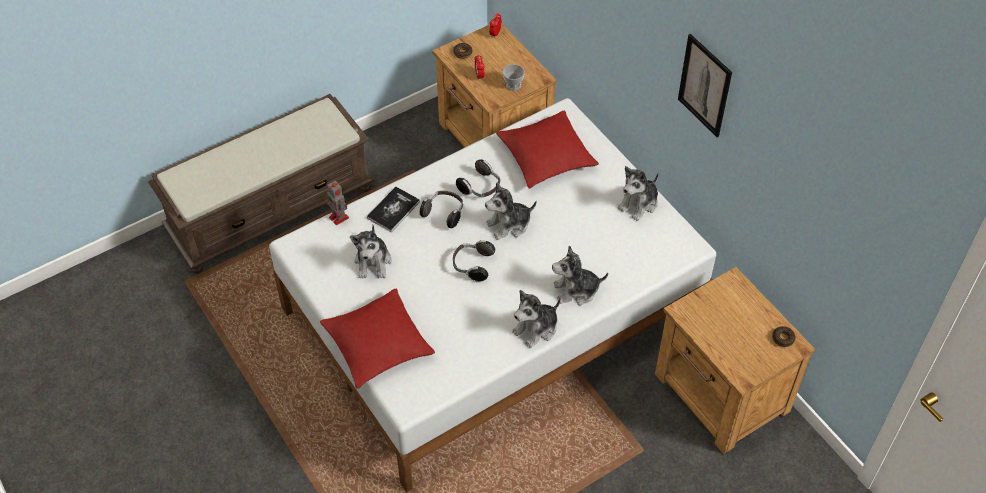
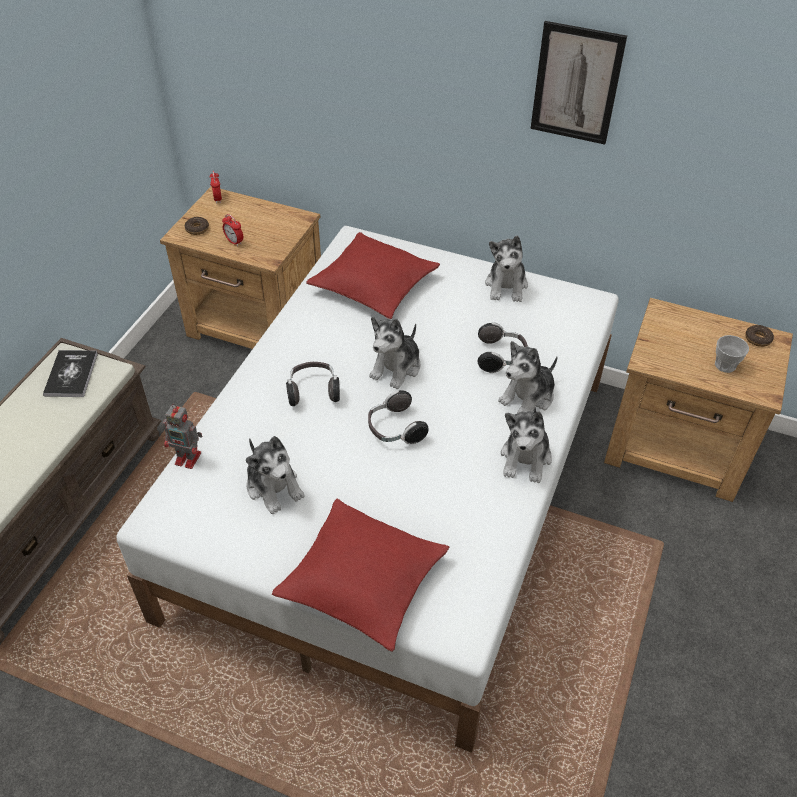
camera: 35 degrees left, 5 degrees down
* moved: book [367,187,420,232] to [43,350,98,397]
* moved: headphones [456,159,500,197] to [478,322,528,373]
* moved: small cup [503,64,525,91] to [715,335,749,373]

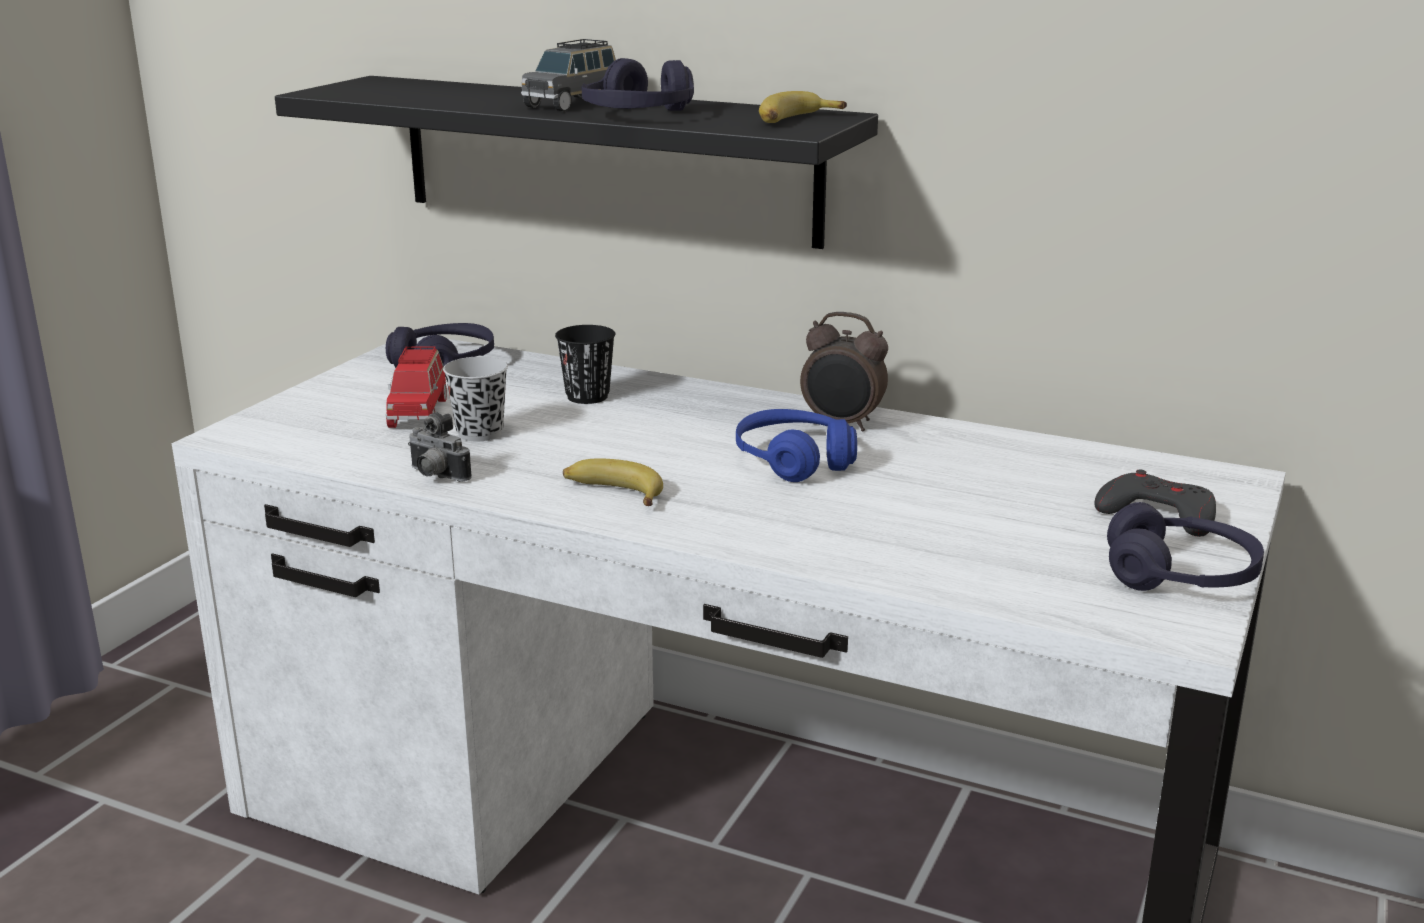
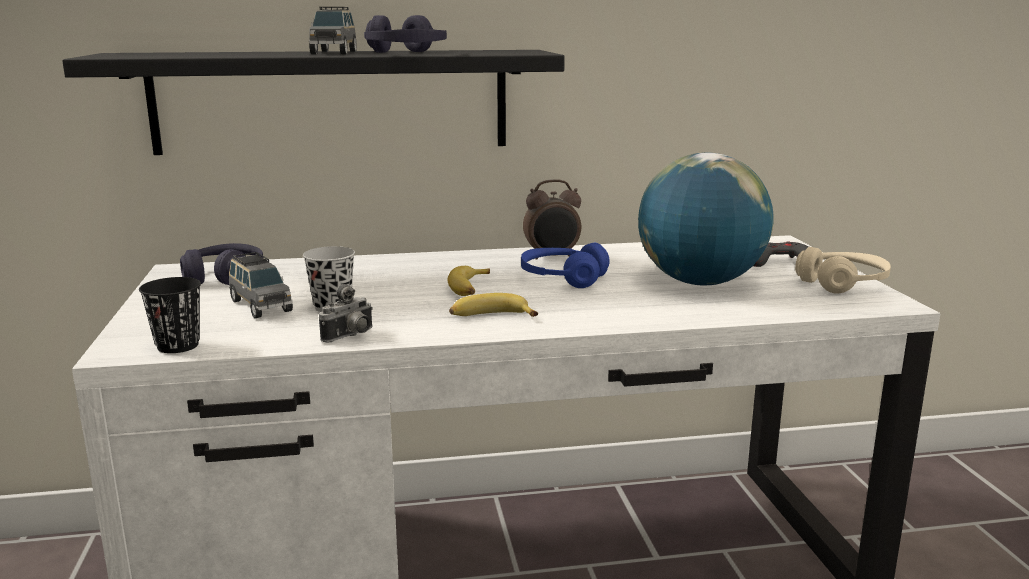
camera: 35 degrees left, 5 degrees down
* added: world globe [638,153,774,285]
* moved: black small cup [555,325,615,404] to [139,277,201,353]
* moved: banana [759,91,847,123] to [447,266,490,296]
* recoloured: reddish toy car [386,347,447,428] to gray toy car [229,252,293,318]
* recoloured: purple headphones [1107,502,1264,591] to beige-coloured headphones [795,247,891,294]
* turned: photo camera [408,412,472,482] = [319,284,373,342] 45 degrees counterclockwise

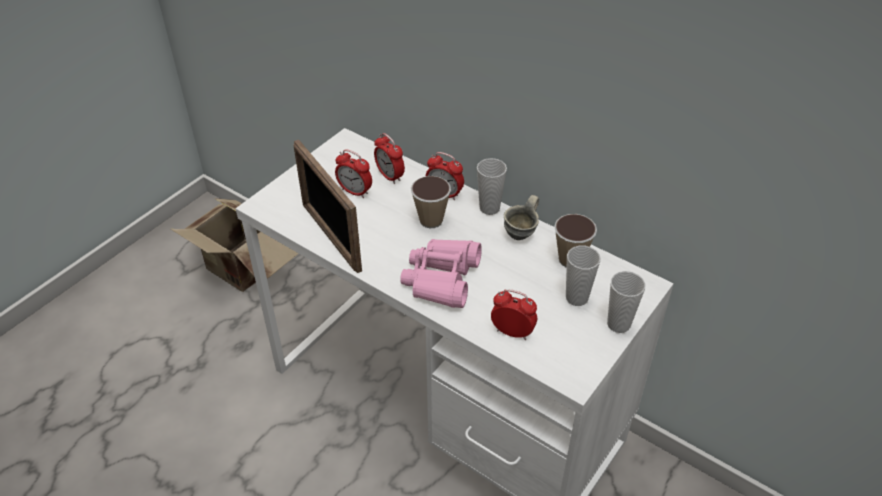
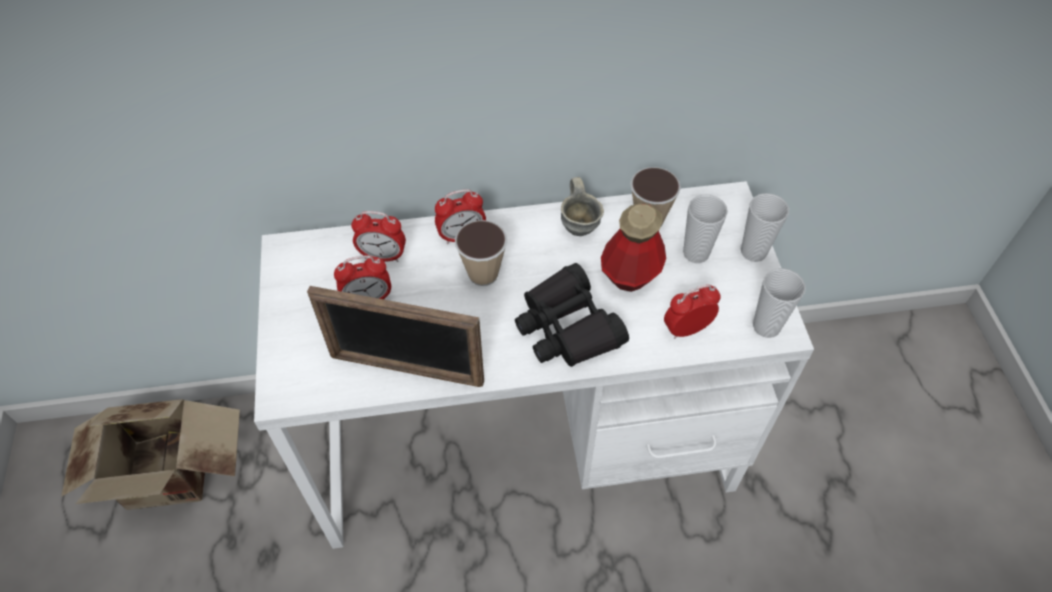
camera: 45 degrees left, 10 degrees up
* added: bottle [601,203,666,292]
* moved: small cup [477,158,507,215] to [753,268,806,338]
* recoloured: pink binoculars [400,239,482,308] to black binoculars [515,263,629,367]

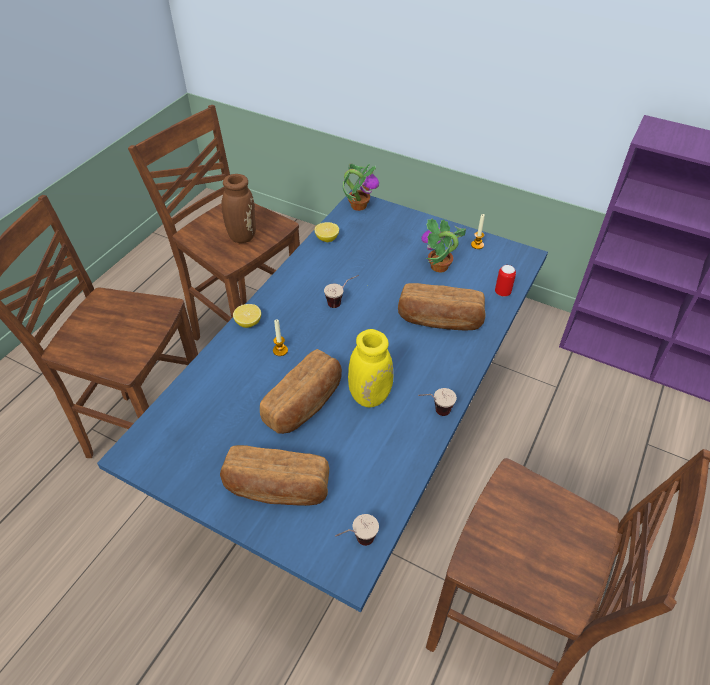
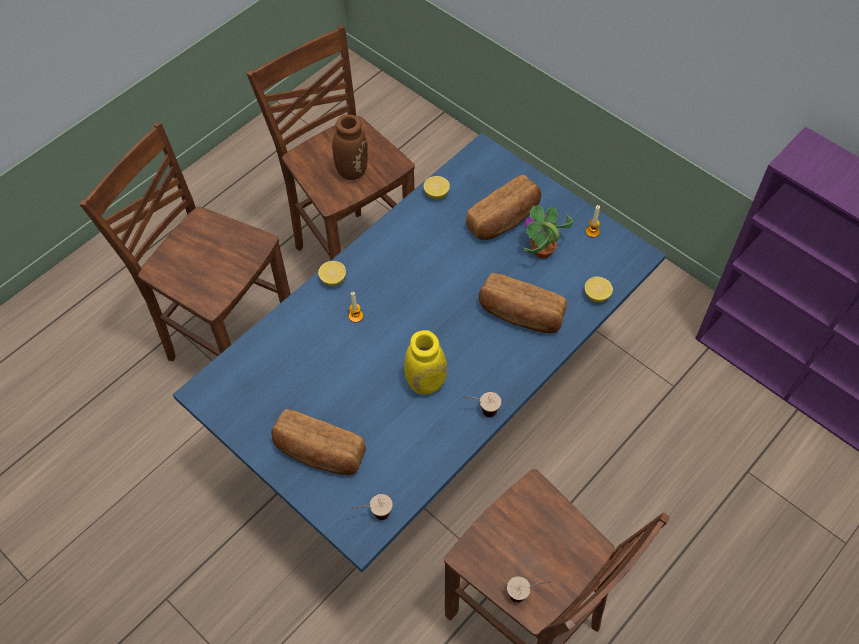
camera: 15 degrees right, 10 degrees up
* removed: houseplant [343,163,379,211]
* moved: baked bread [260,349,342,434] to [466,175,541,240]
* moved: small cup [324,275,359,308] to [507,576,552,603]
* replaced: sealed can [495,265,516,297] to lemon [584,277,613,302]

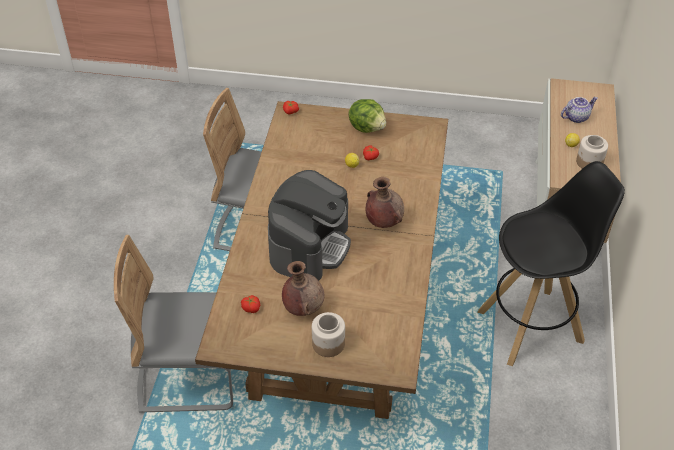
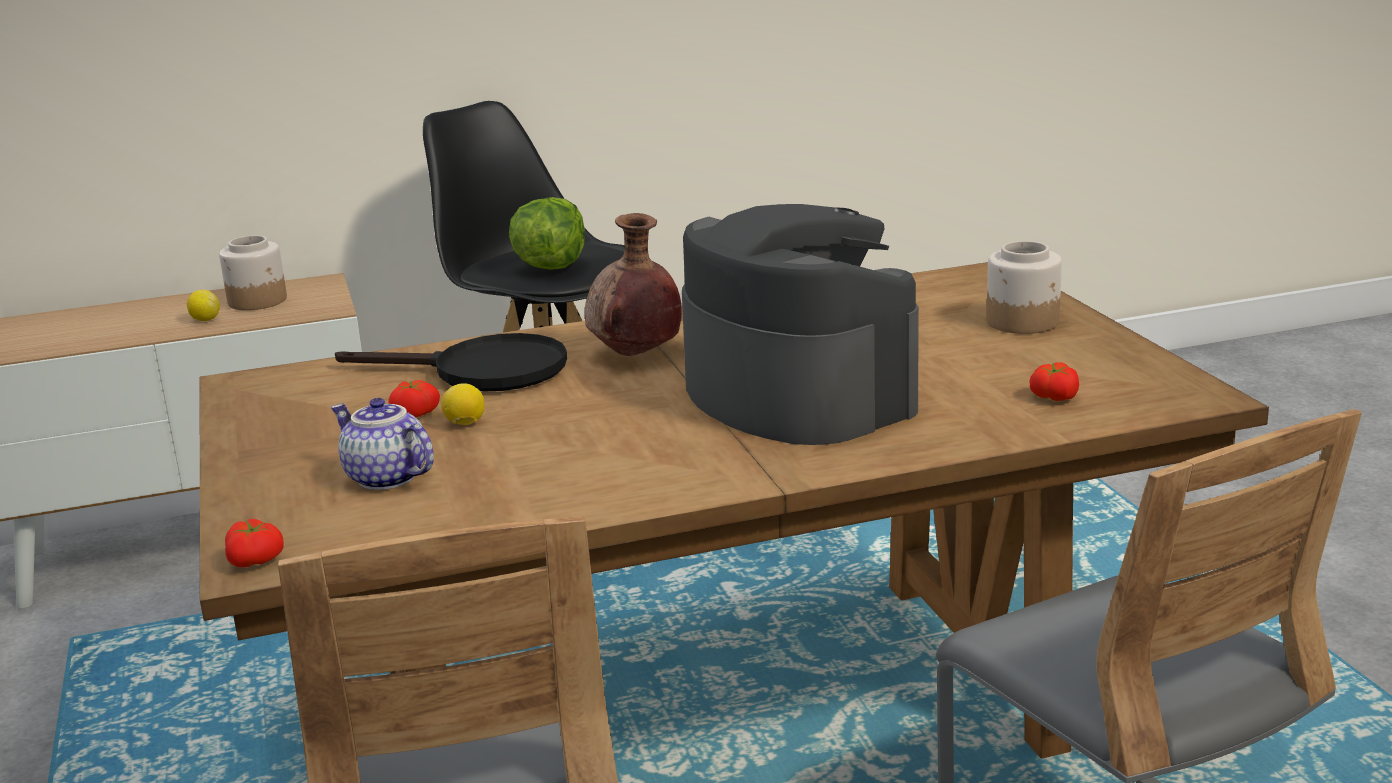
camera: 115 degrees left, 25 degrees down
* removed: brown-coloured decorative vase [282,261,324,316]
* added: black frying pan [335,333,567,391]
* moved: lettuce head [348,99,386,133] to [509,197,585,270]
* moved: tea pot [561,97,598,123] to [331,398,434,490]
* turned: coffee brewer [268,170,351,281] = [682,204,919,445] 60 degrees clockwise

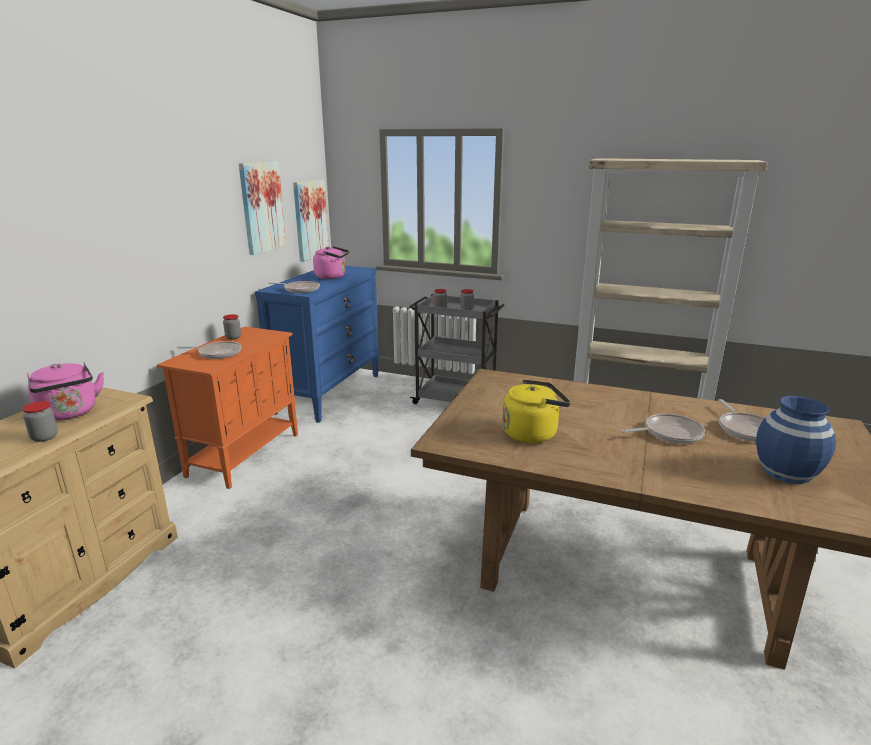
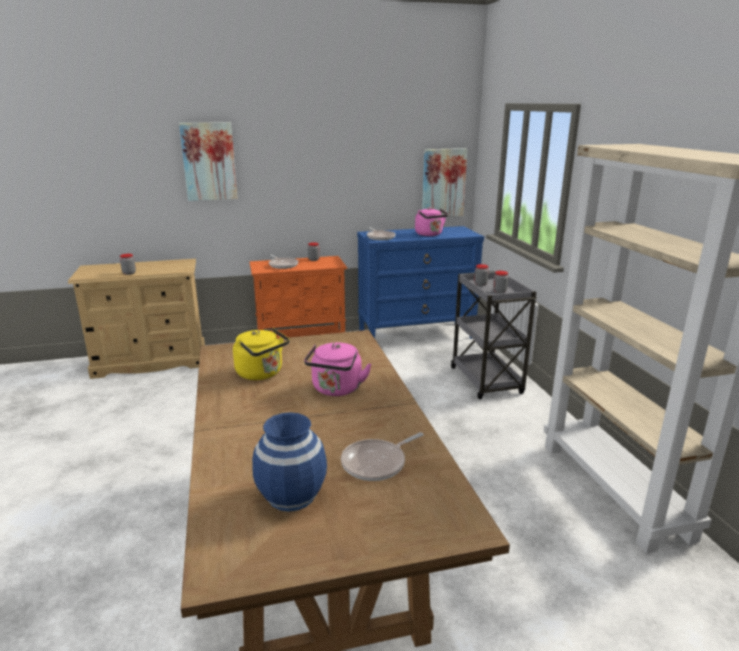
camera: 55 degrees right, 0 degrees up
* removed: frying pan [621,413,705,444]
* moved: pink water kettle [27,362,104,421] to [304,342,371,396]
* moved: wall art [239,161,286,255] to [179,122,238,201]

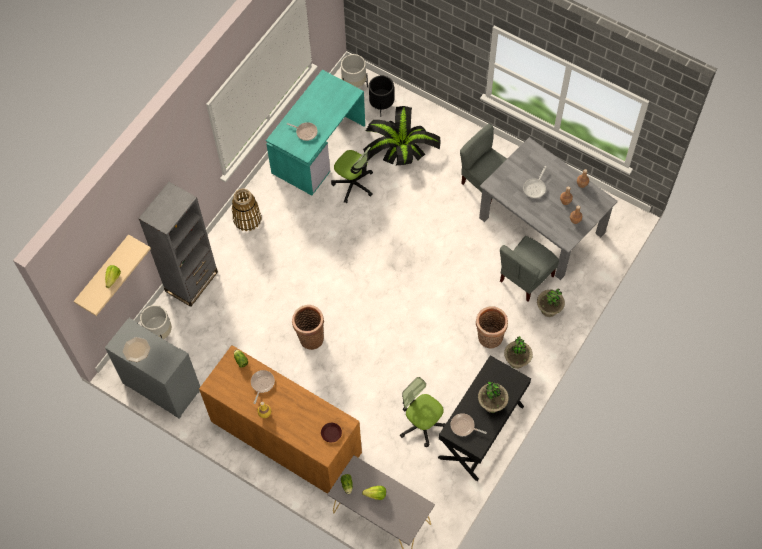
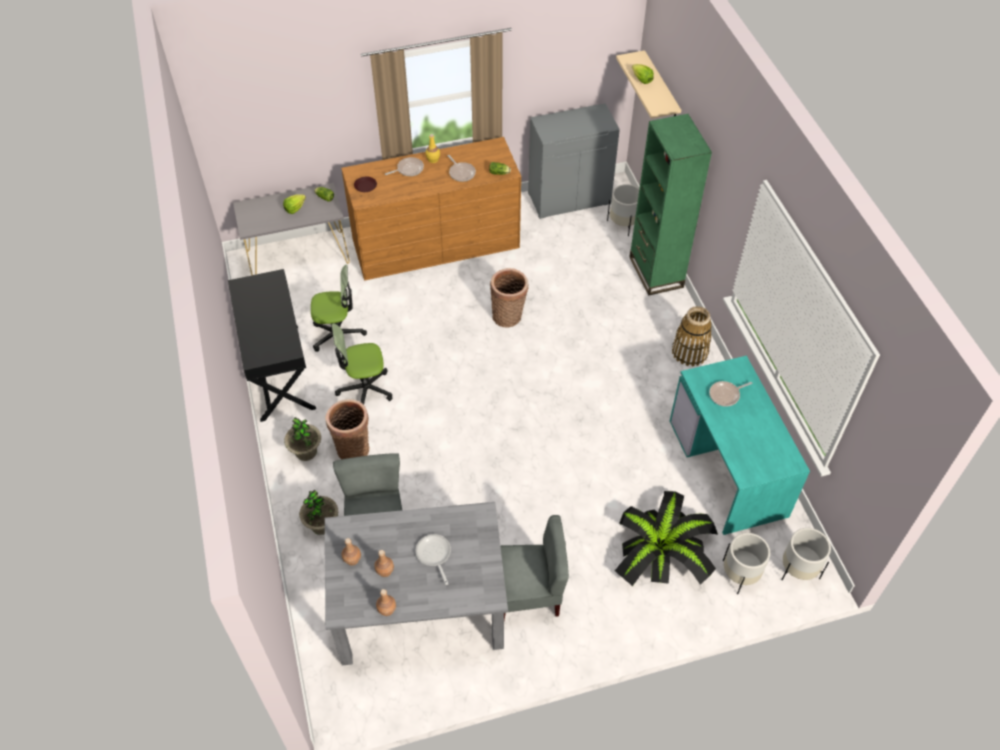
camera: 130 degrees right, 10 degrees down
* removed: flat dish [123,337,150,362]
* removed: houseplant [478,381,509,413]
* moved: office chair [331,147,373,203] to [331,324,392,405]
* moved: frying pan [451,413,487,436] to [385,157,424,176]
* recoloured: gray bookshelf [138,182,218,307] to green-coloured bookshelf [629,114,712,296]
* recoloured: black plant pot [369,75,395,117] to white-coloured plant pot [723,533,770,594]

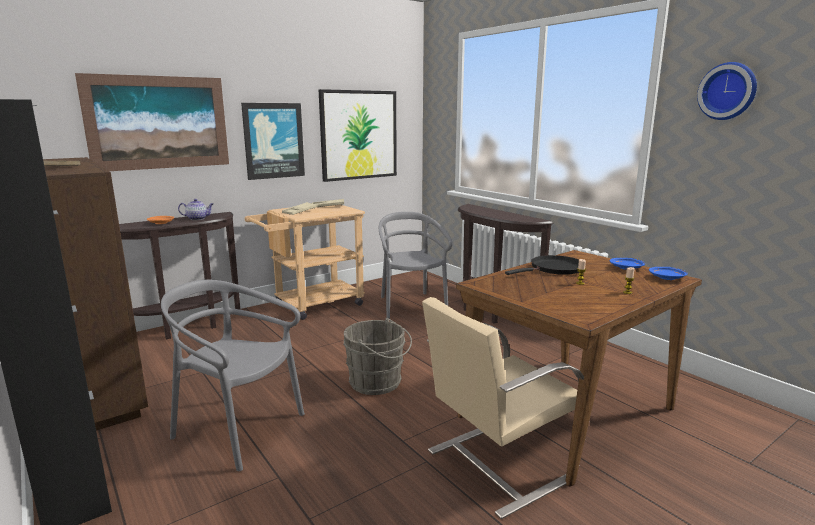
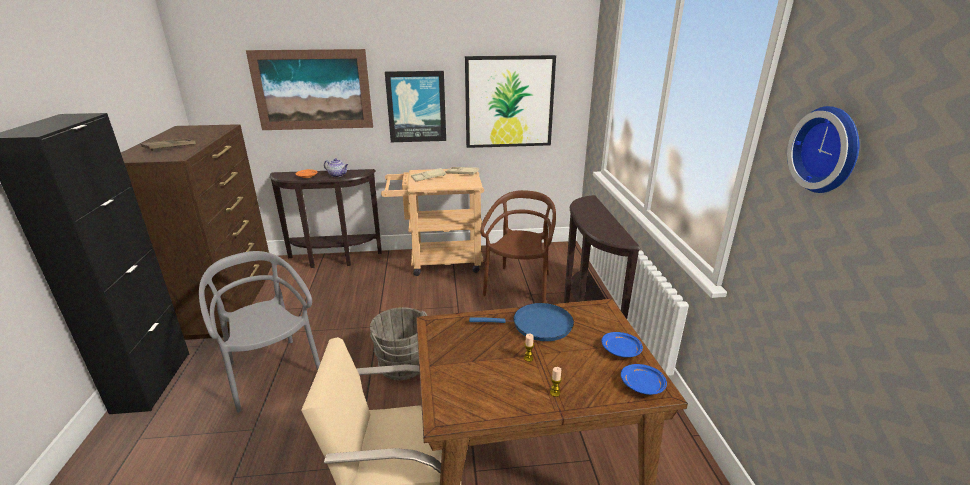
camera: 30 degrees right, 10 degrees up
* recoloured: gray plain chair [379,212,452,319] to brown-coloured plain chair [480,190,556,303]
* recoloured: black frying pan [505,255,586,275] to blue frying pan [469,303,574,341]

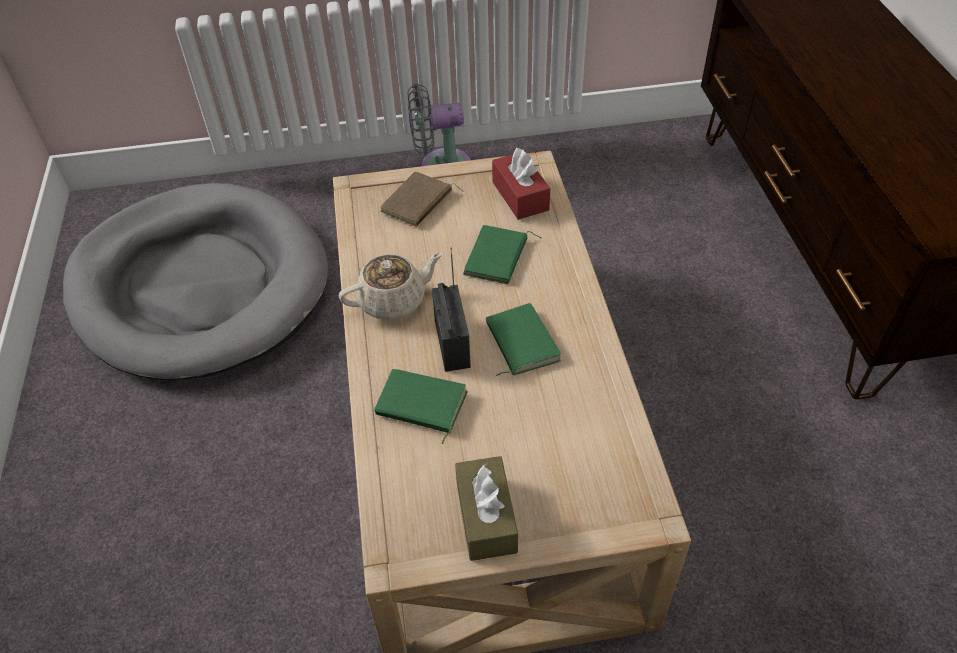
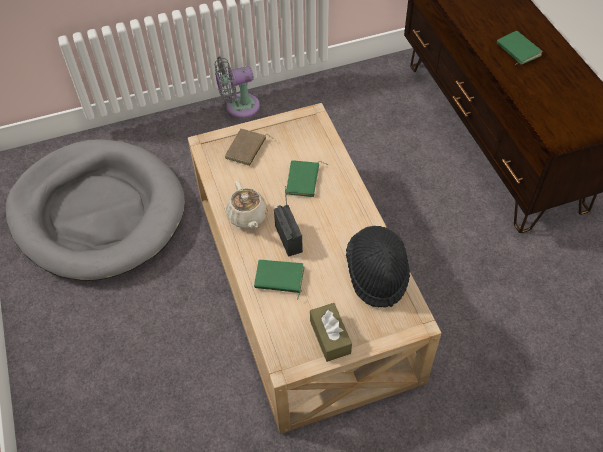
camera: 10 degrees left, 5 degrees up
* removed: reddish box of tissues [492,148,550,220]
* added: black hat [346,226,410,308]
* moved: green-coloured book [486,303,561,376] to [497,31,543,65]
* turned: beige-coloured tea pot [339,252,443,320] = [226,181,268,229] 105 degrees clockwise

